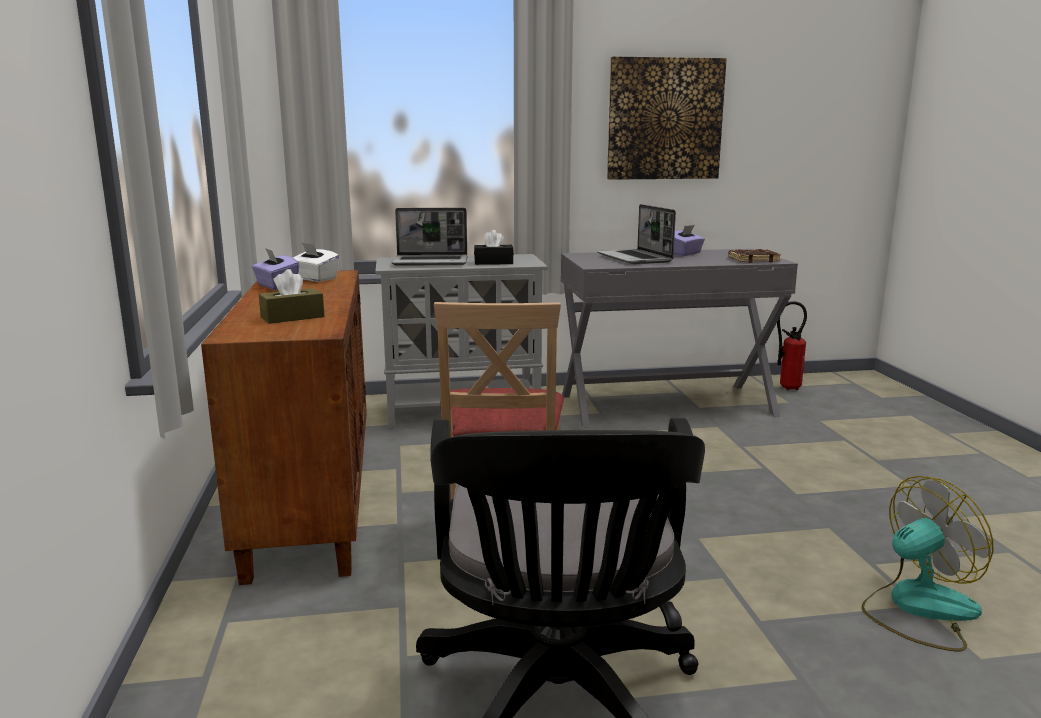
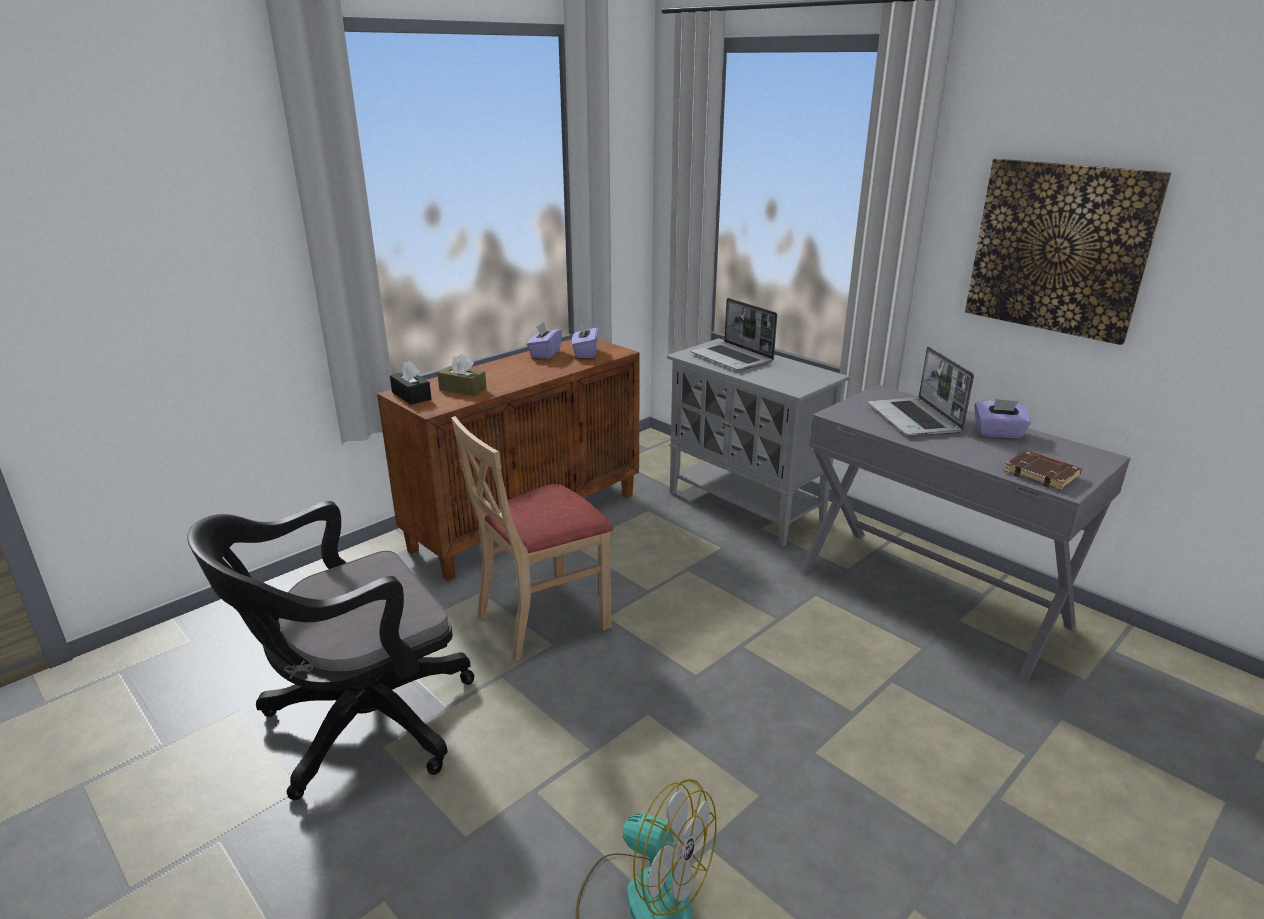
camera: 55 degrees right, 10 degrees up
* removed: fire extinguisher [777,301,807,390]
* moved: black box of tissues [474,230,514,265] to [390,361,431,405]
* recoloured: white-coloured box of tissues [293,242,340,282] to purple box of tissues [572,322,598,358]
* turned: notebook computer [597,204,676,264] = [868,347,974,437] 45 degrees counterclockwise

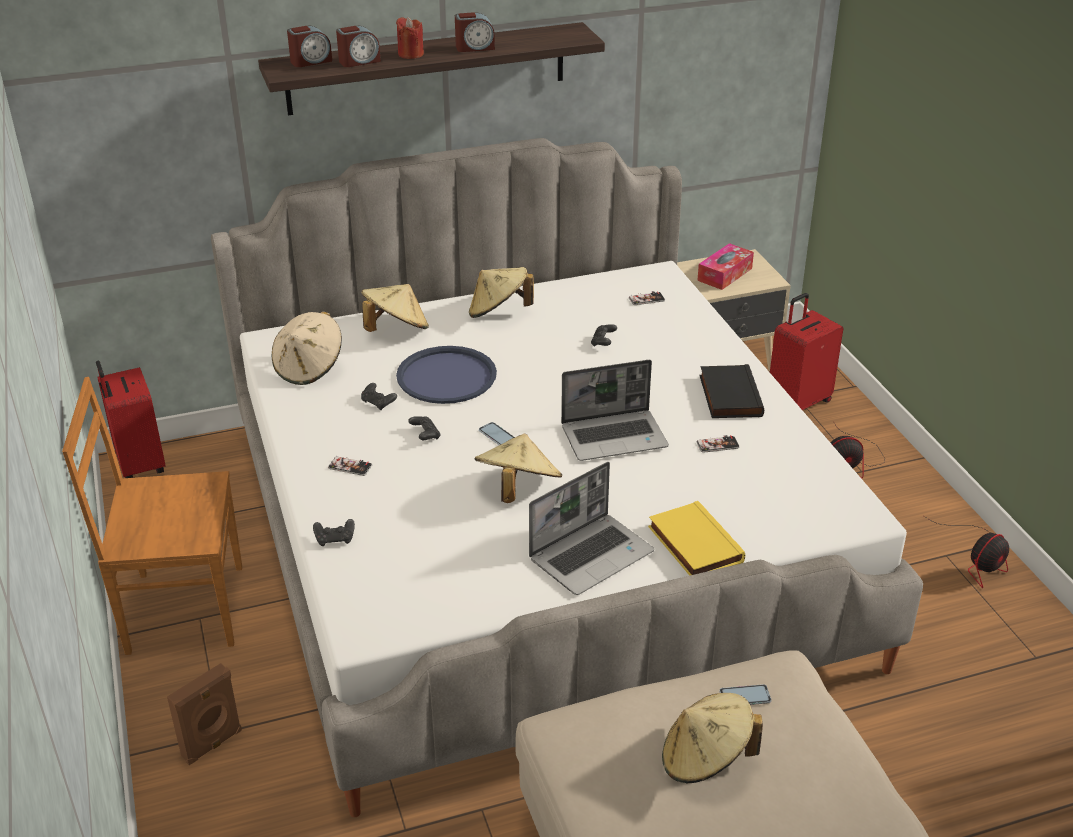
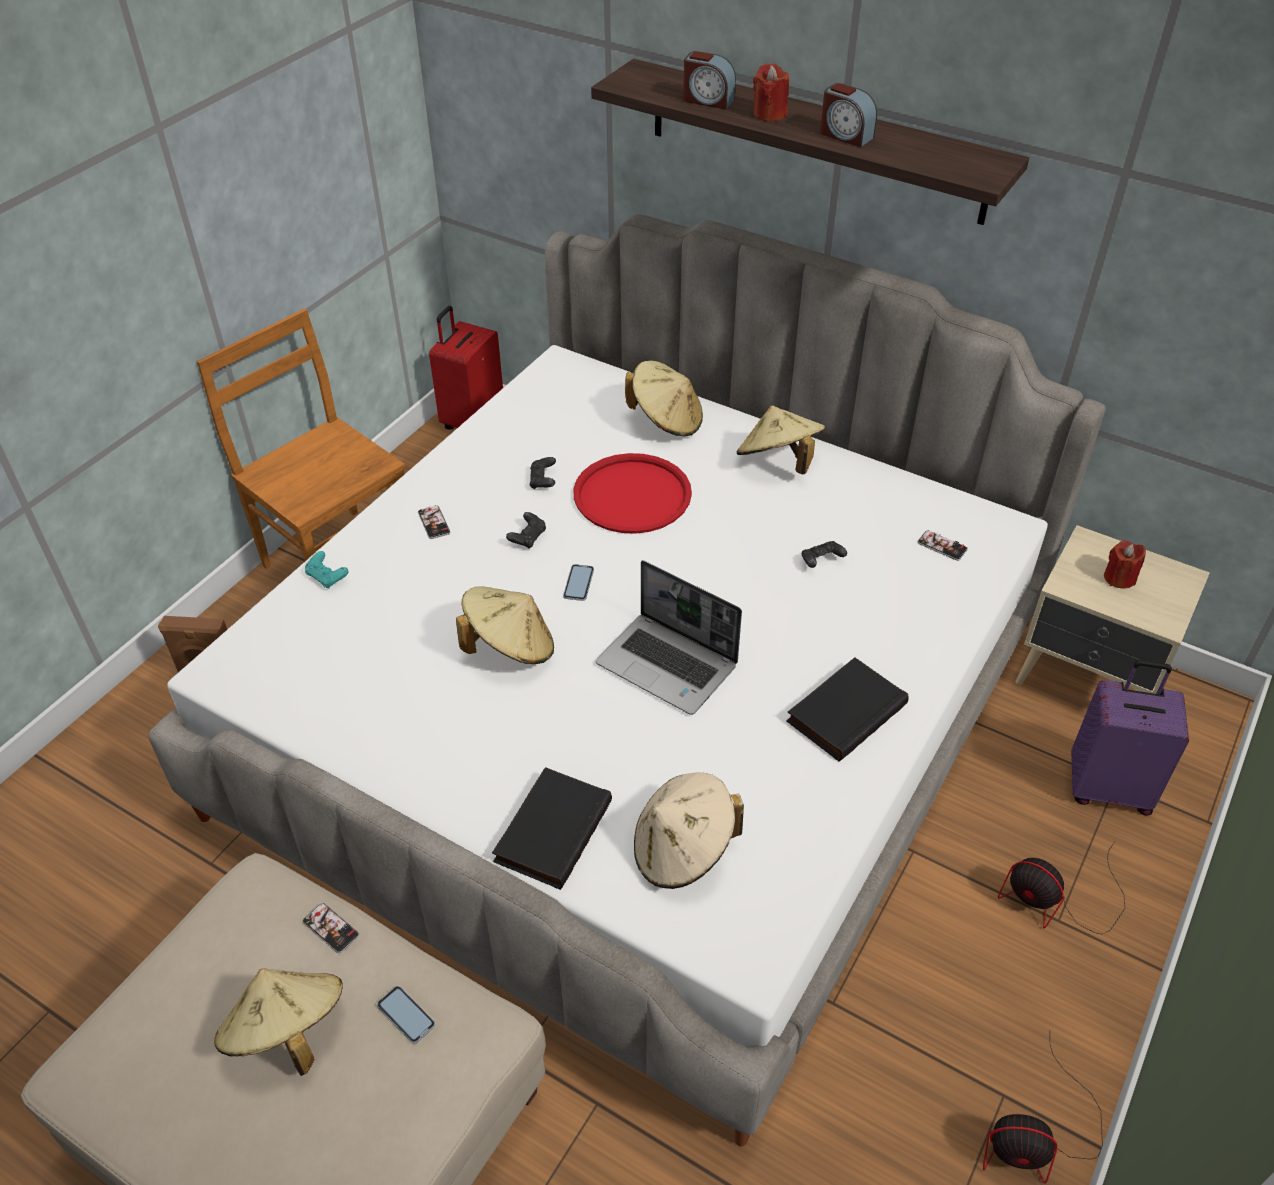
camera: 50 degrees right, 10 degrees up
* removed: table clock [287,26,332,67]
* removed: notebook computer [529,462,654,595]
* moved: beige-coloured hat [271,311,342,385] to [634,772,744,889]
* moved: telephone [697,435,740,453] to [303,903,359,953]
* replaced: box of tissues [697,243,754,290] to reddish wax light [1104,540,1146,589]
* recoloured: black joypad [313,519,355,546] to blue-green joypad [305,551,348,589]
* recoloured: blue tray [396,346,497,404] to reddish tray [573,453,692,534]
* recoloured: yellow-coloured book [648,501,745,576] to black book [492,767,612,890]
* recoloured: reddish piece of luggage [770,293,843,410] to purple piece of luggage [1071,660,1189,816]

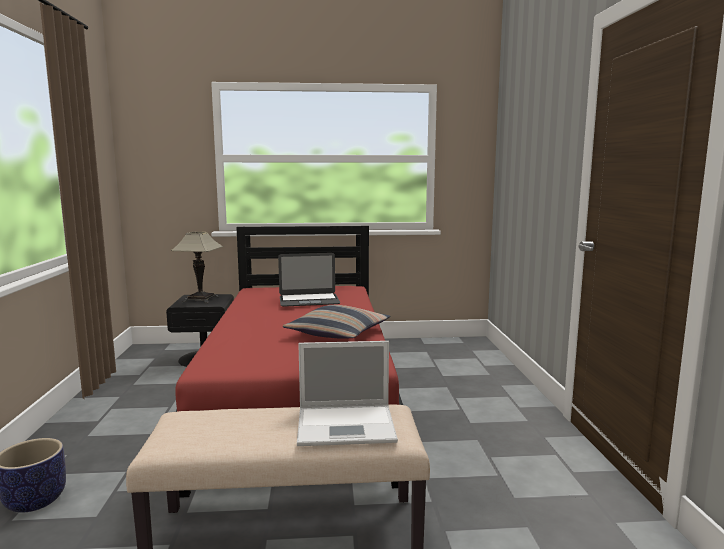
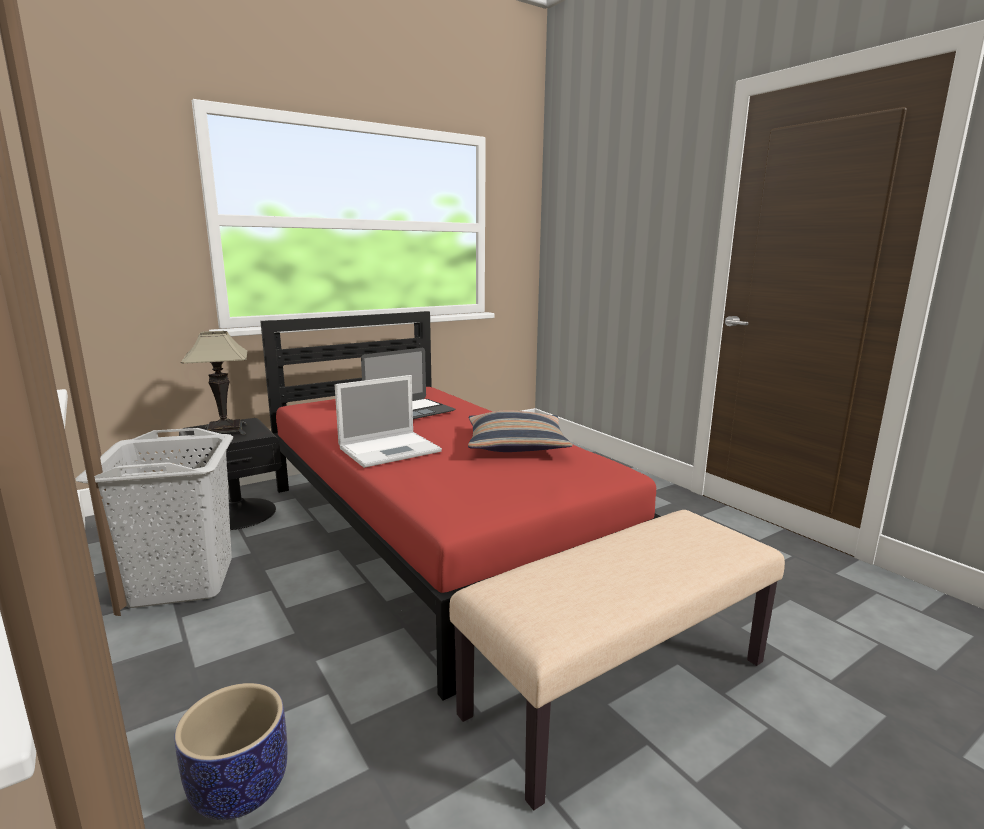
camera: 30 degrees left, 5 degrees up
* added: gray hamper [75,428,233,608]
* moved: notebook computer [297,341,398,446] to [335,375,442,468]

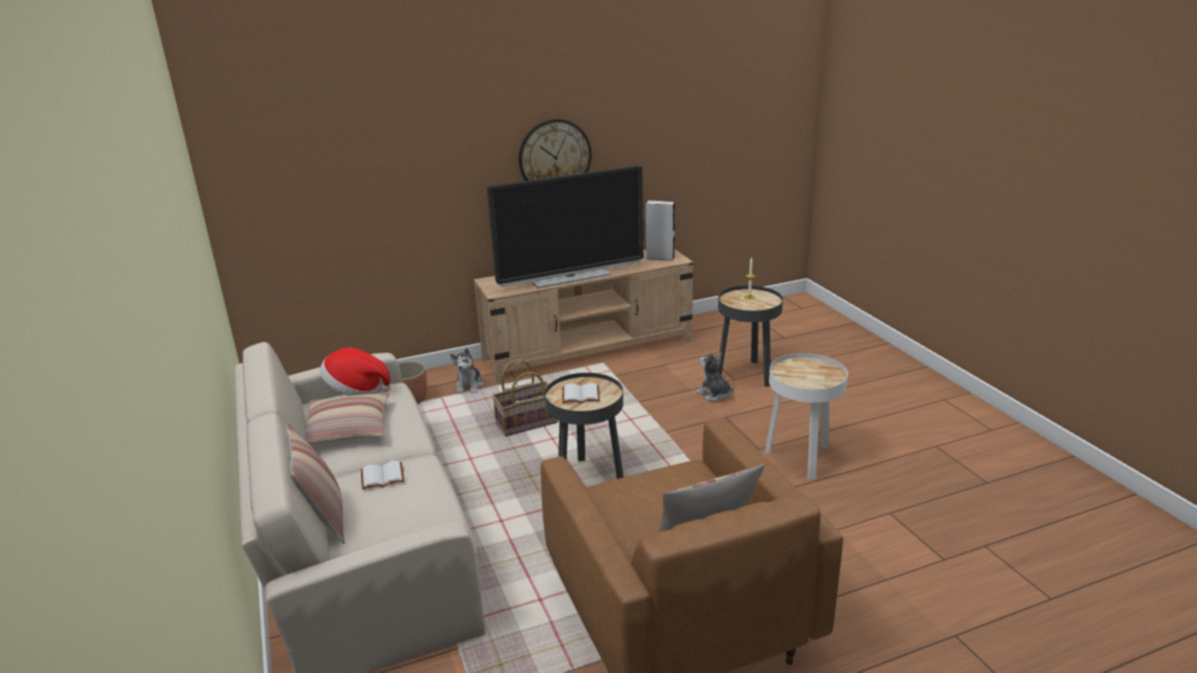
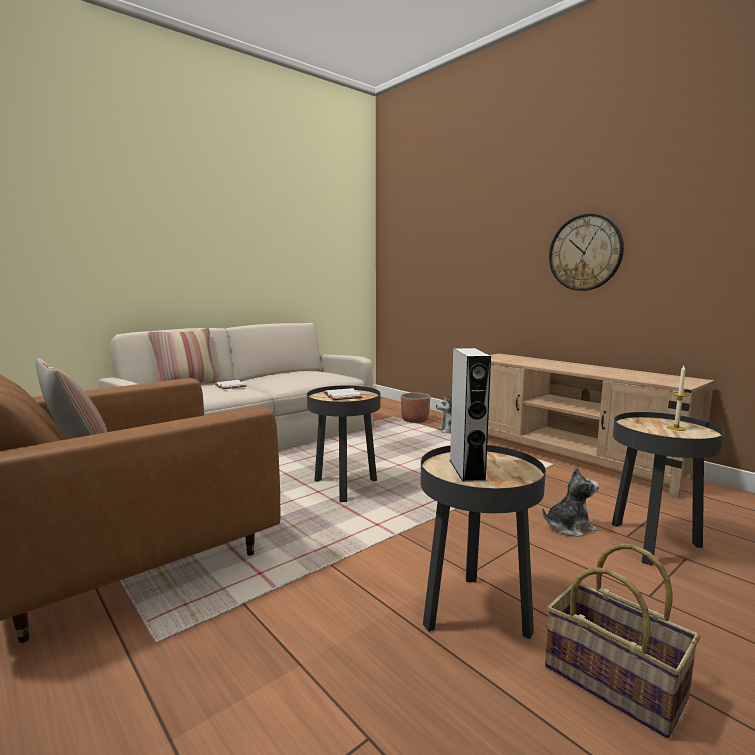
camera: 70 degrees right, 15 degrees down
* removed: pillow [305,392,390,444]
* removed: hat [320,348,391,396]
* removed: TV [487,165,644,289]
* moved: household basket [492,359,558,436] to [545,543,700,738]
* moved: gray audio speaker [646,201,675,261] to [450,348,491,482]
* recoloured: white-coloured side table [765,353,848,479] to black side table [420,445,546,639]
* turned: cuddly toy [696,352,734,402] = [542,467,599,537] 45 degrees clockwise

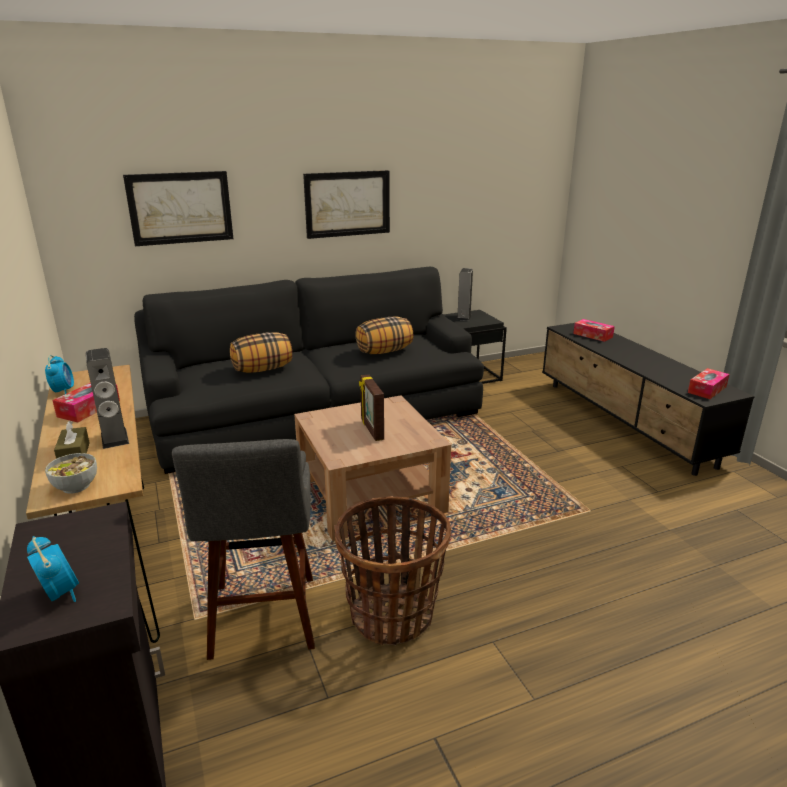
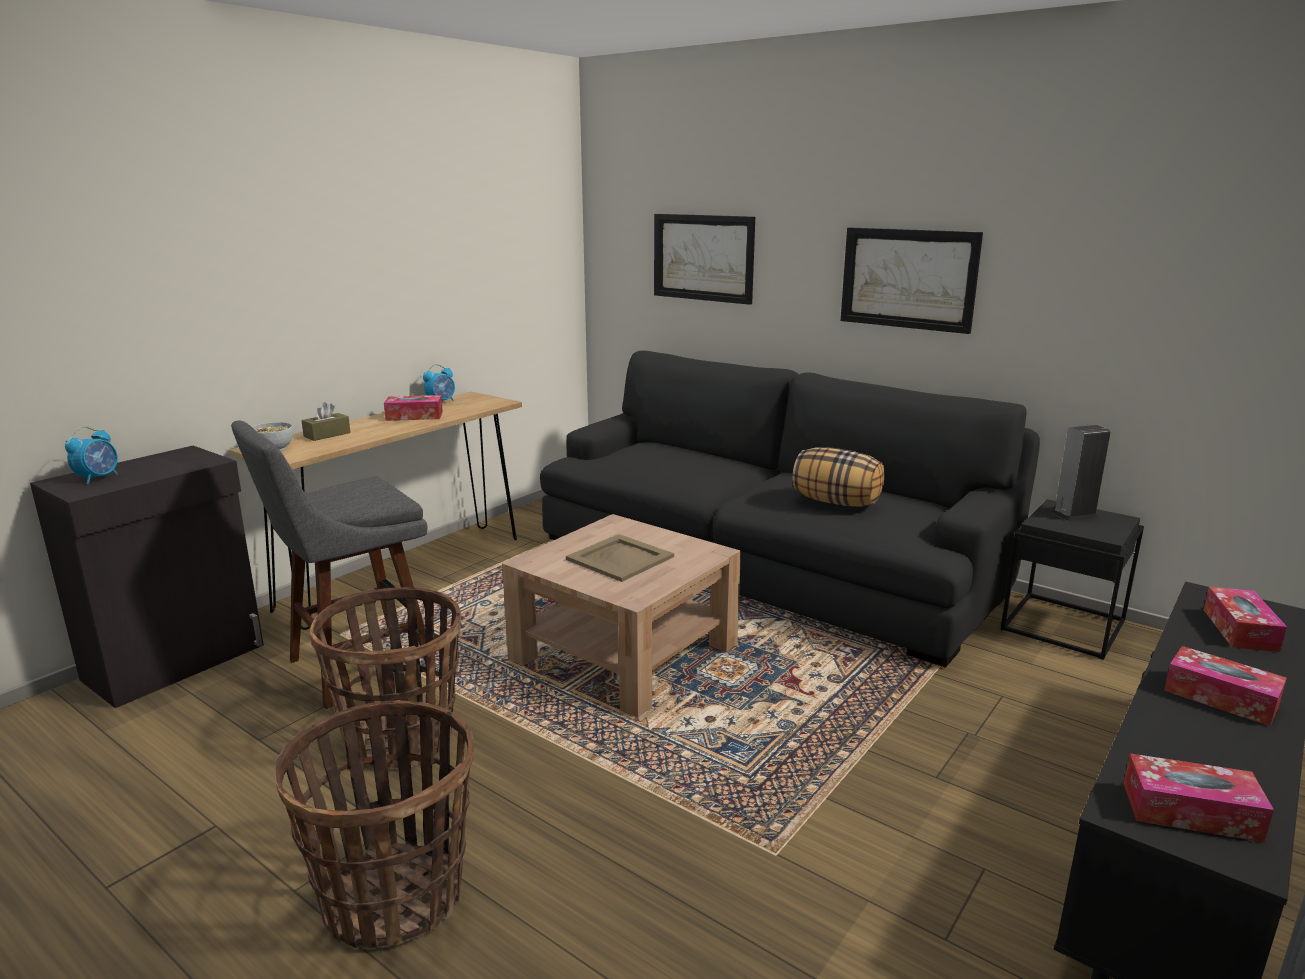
camera: 60 degrees right, 5 degrees down
* removed: audio speaker [86,348,129,449]
* removed: pillow [230,332,292,373]
* added: household basket [275,700,474,949]
* added: box of tissues [1164,646,1287,726]
* replaced: picture frame [359,374,384,441] to beige-coloured tray [566,534,674,582]

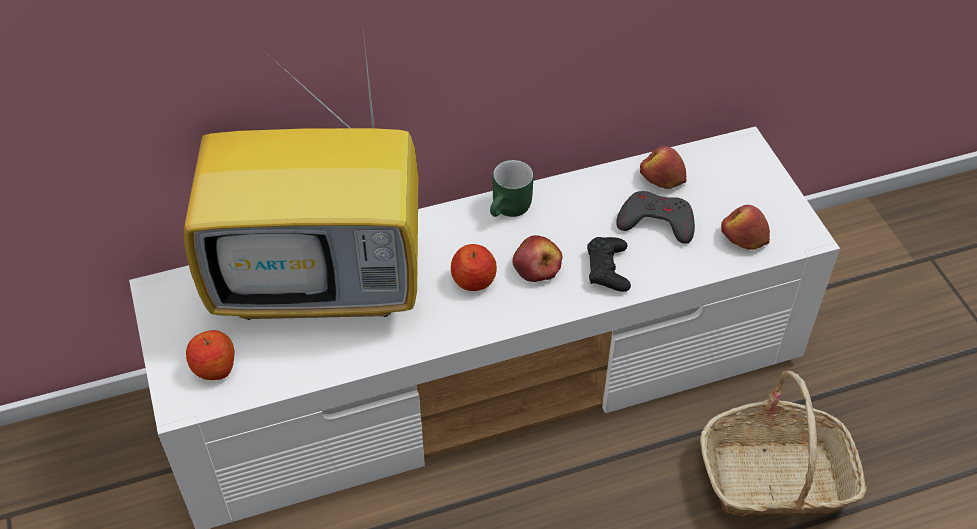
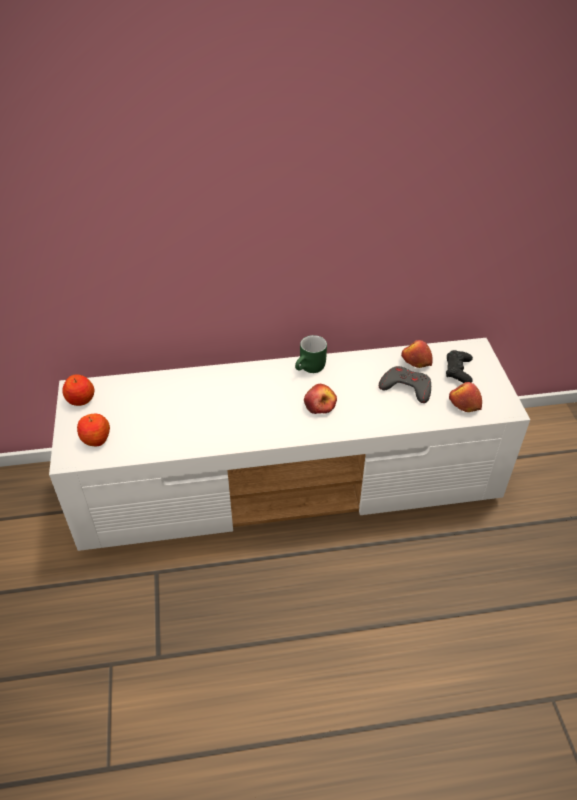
camera: 10 degrees right, 5 degrees down
* removed: TV [183,22,418,320]
* removed: household basket [700,370,866,517]
* moved: whole apple [451,244,497,291] to [62,375,94,406]
* moved: black joypad [587,237,631,292] to [446,350,473,383]

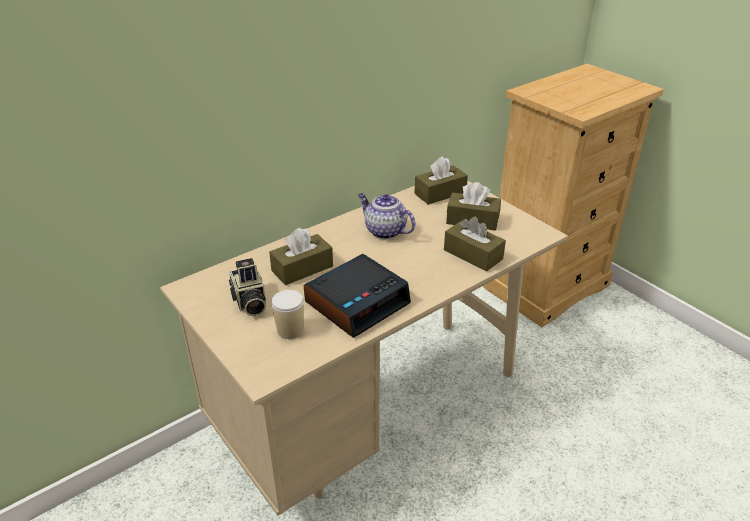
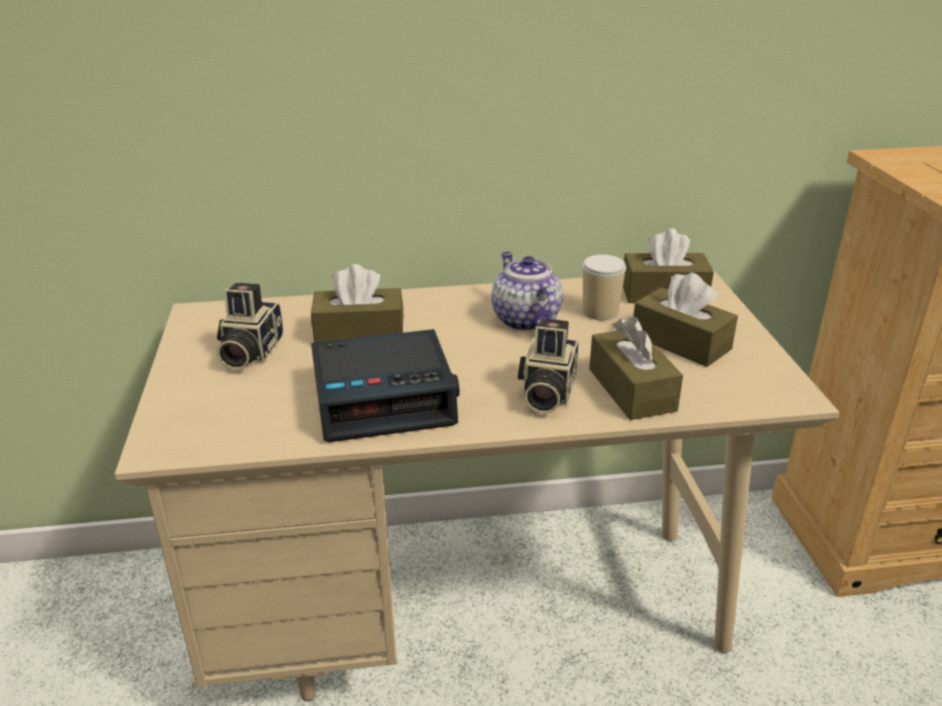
camera: 30 degrees right, 5 degrees down
* added: photo camera [518,318,579,414]
* moved: small cup [271,290,304,339] to [582,254,626,320]

